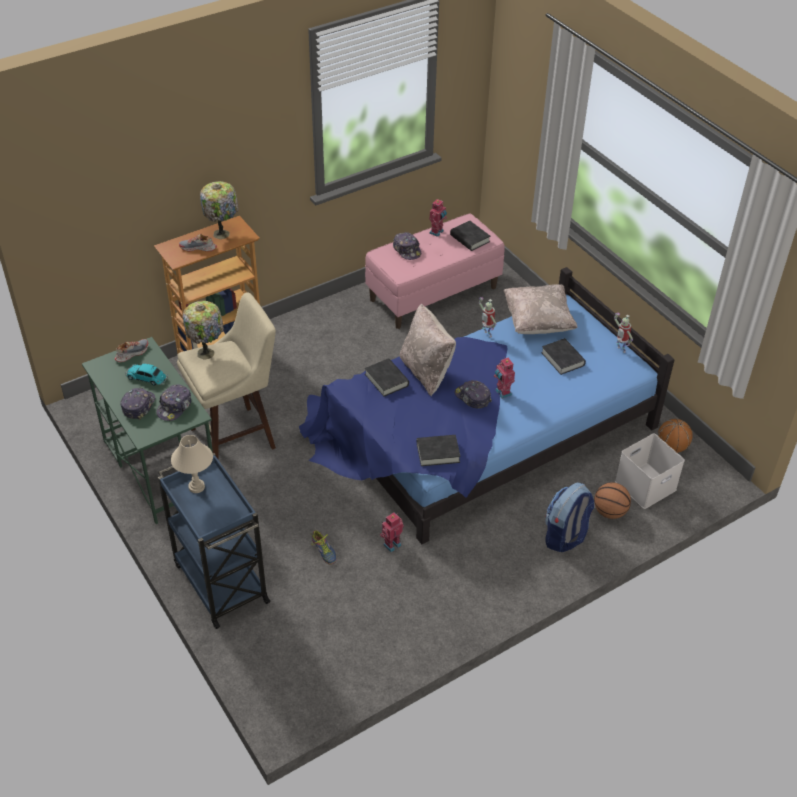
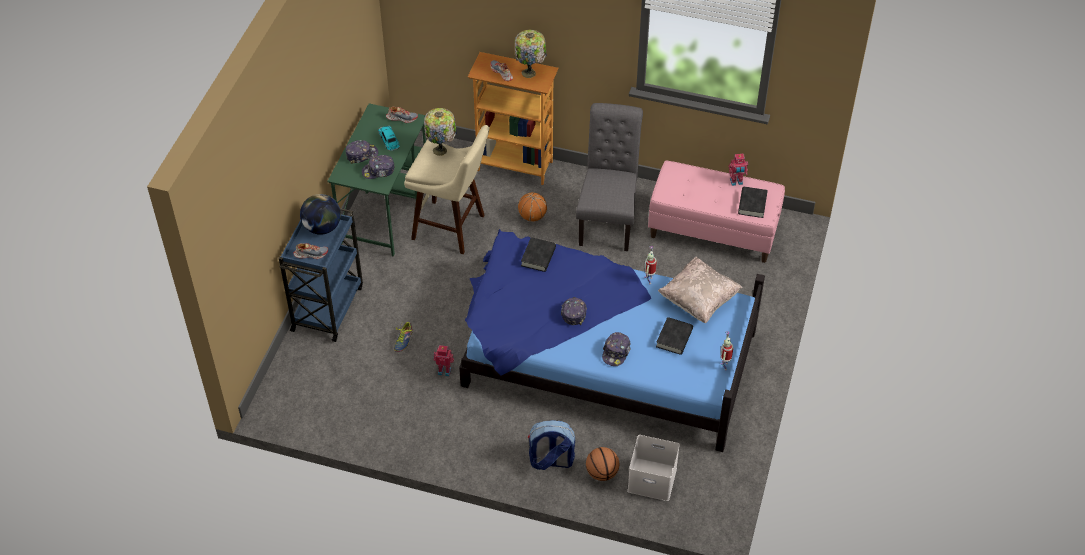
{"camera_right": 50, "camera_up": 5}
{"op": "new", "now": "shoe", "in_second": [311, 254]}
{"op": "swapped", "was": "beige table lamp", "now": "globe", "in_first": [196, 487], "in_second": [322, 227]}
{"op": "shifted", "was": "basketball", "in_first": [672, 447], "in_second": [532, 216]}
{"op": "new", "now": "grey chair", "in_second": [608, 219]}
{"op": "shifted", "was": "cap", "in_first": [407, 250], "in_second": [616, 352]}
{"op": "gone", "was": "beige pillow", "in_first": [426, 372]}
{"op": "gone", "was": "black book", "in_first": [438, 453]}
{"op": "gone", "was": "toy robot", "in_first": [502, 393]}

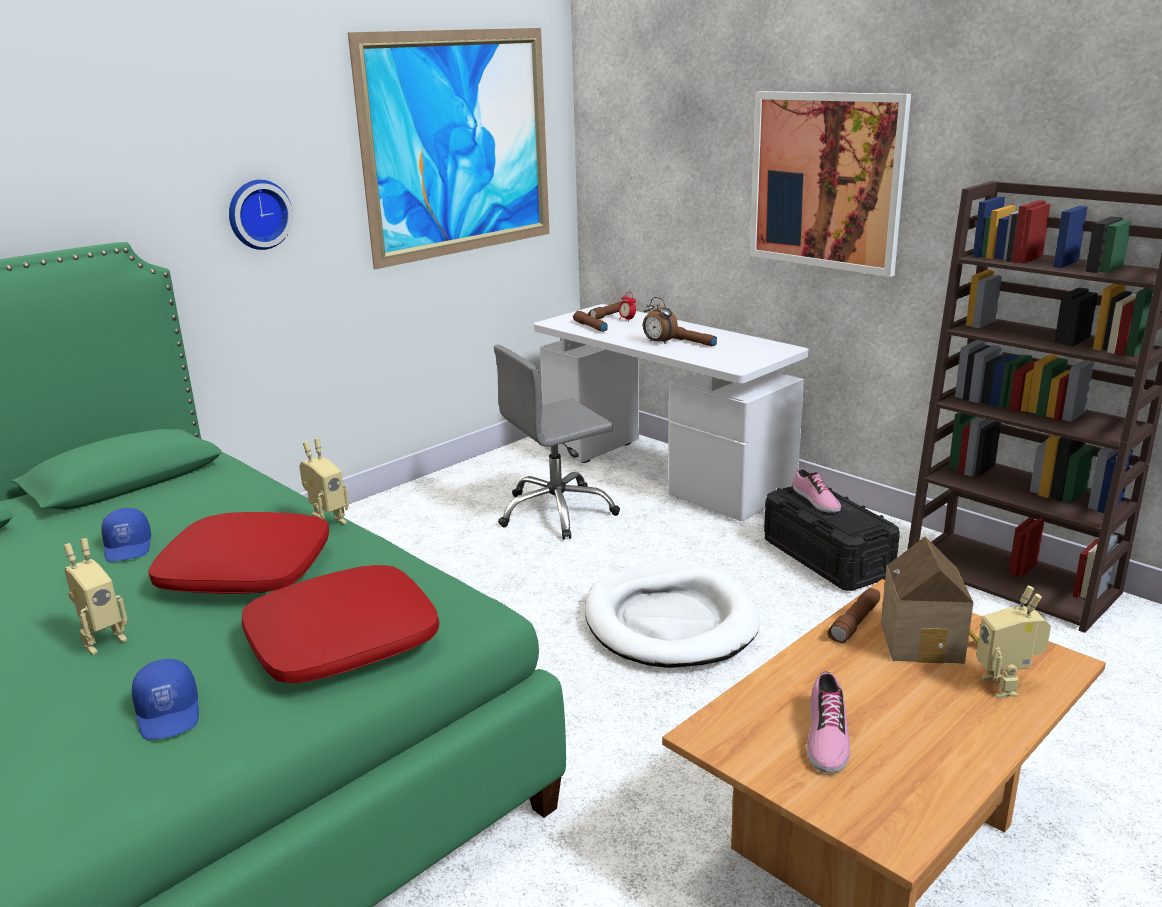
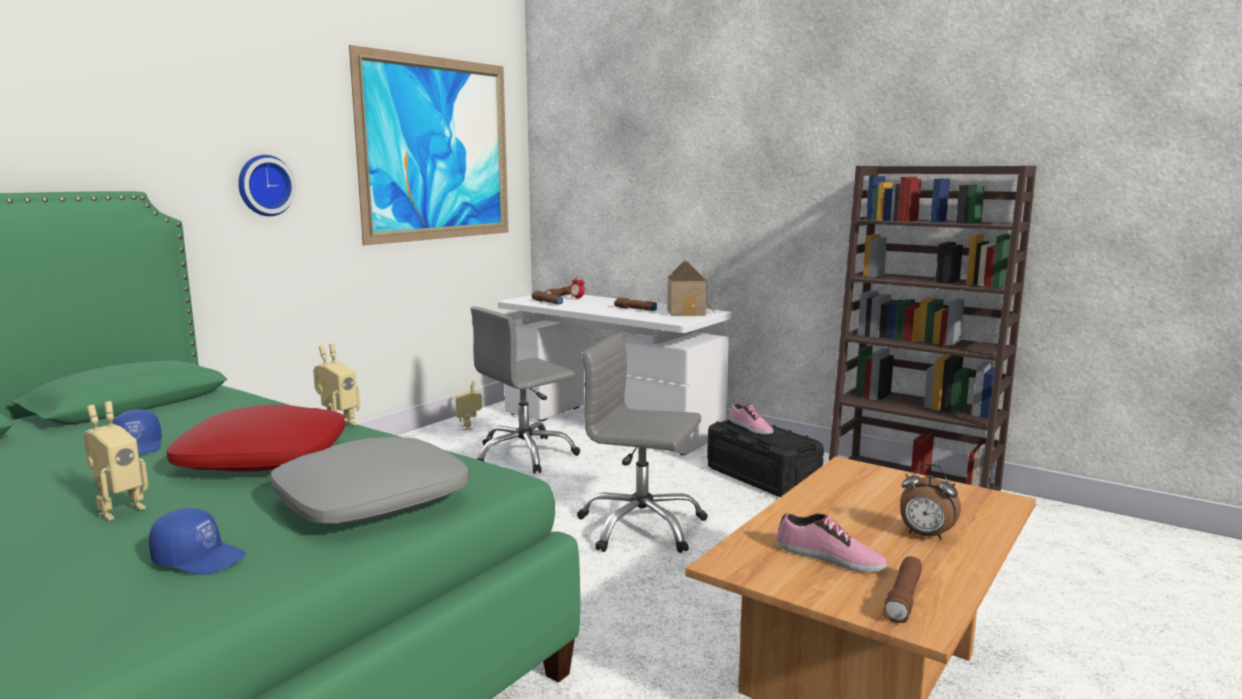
{"camera_right": -10, "camera_up": -10}
{"op": "rotated", "was": "blue cap", "in_first": [170, 713], "in_second": [200, 558], "clockwise": -45}
{"op": "repainted", "was": "red pillow", "now": "grey pillow", "in_first": [343, 641], "in_second": [372, 500]}
{"op": "shifted", "was": "toy robot", "in_first": [1005, 686], "in_second": [470, 427]}
{"op": "swapped", "was": "white dog bed", "now": "grey office chair", "in_first": [669, 622], "in_second": [641, 527]}
{"op": "shifted", "was": "toy house", "in_first": [926, 642], "in_second": [688, 312]}
{"op": "rotated", "was": "shoe", "in_first": [825, 735], "in_second": [829, 558], "clockwise": -60}
{"op": "shifted", "was": "brown flashlight", "in_first": [855, 624], "in_second": [904, 599]}
{"op": "shifted", "was": "alarm clock", "in_first": [658, 342], "in_second": [925, 536]}
{"op": "gone", "was": "picture", "in_first": [825, 181]}

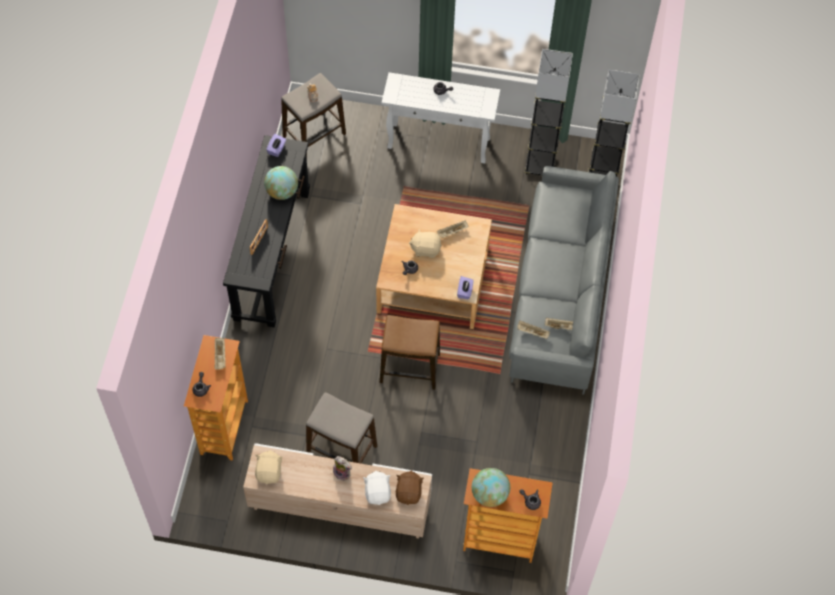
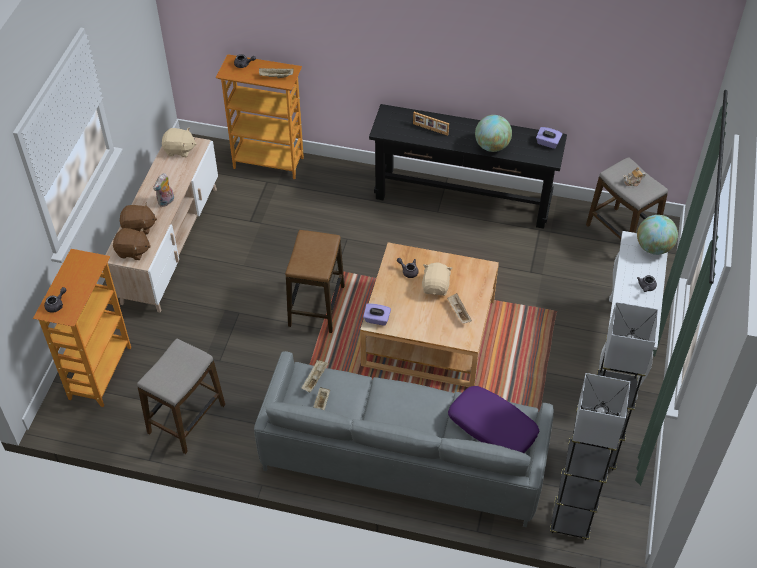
{"camera_right": 95, "camera_up": -10}
{"op": "repainted", "was": "white plush toy", "now": "brown plush toy", "in_first": [378, 492], "in_second": [139, 227]}
{"op": "shifted", "was": "stool", "in_first": [342, 450], "in_second": [187, 419]}
{"op": "new", "now": "purple pillow", "in_second": [492, 428]}
{"op": "shifted", "was": "globe", "in_first": [489, 494], "in_second": [653, 247]}

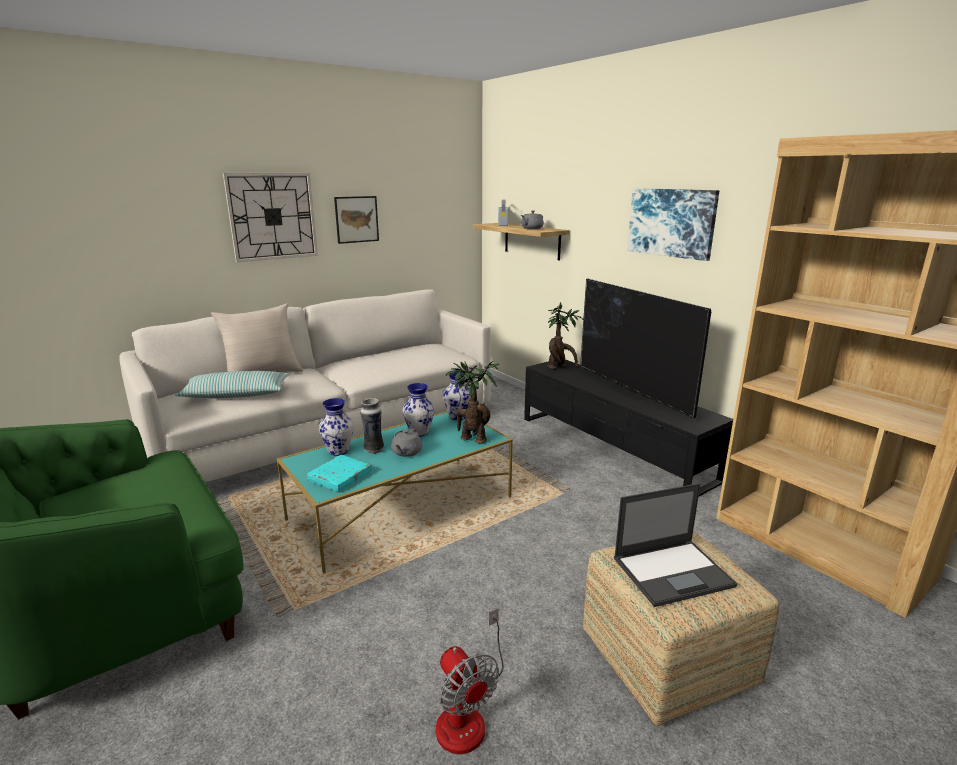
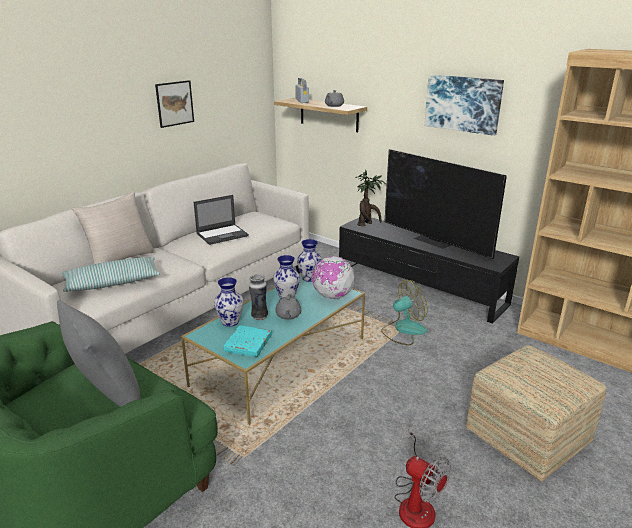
{"camera_right": -15, "camera_up": 5}
{"op": "new", "now": "grey pillow", "in_second": [107, 397]}
{"op": "shifted", "was": "laptop", "in_first": [673, 571], "in_second": [223, 234]}
{"op": "swapped", "was": "potted plant", "now": "globe", "in_first": [471, 438], "in_second": [332, 296]}
{"op": "new", "now": "fan", "in_second": [403, 330]}
{"op": "gone", "was": "wall clock", "in_first": [272, 216]}

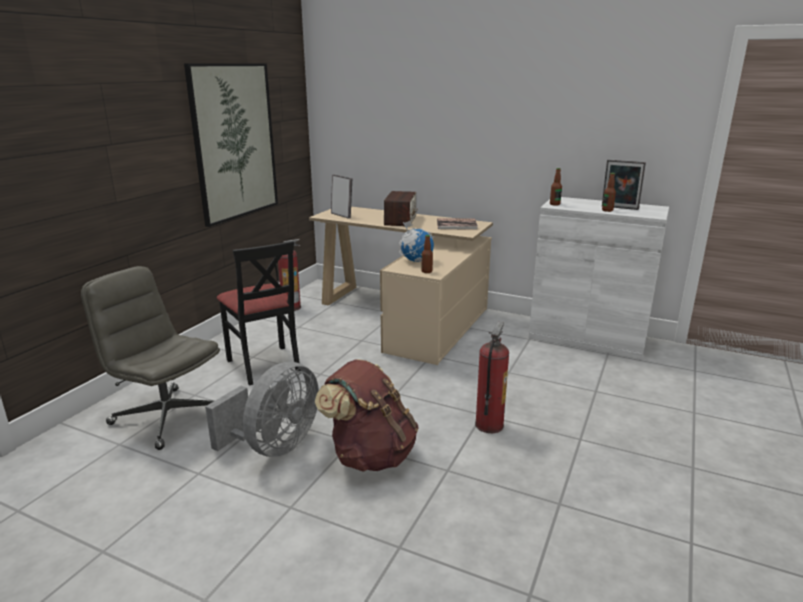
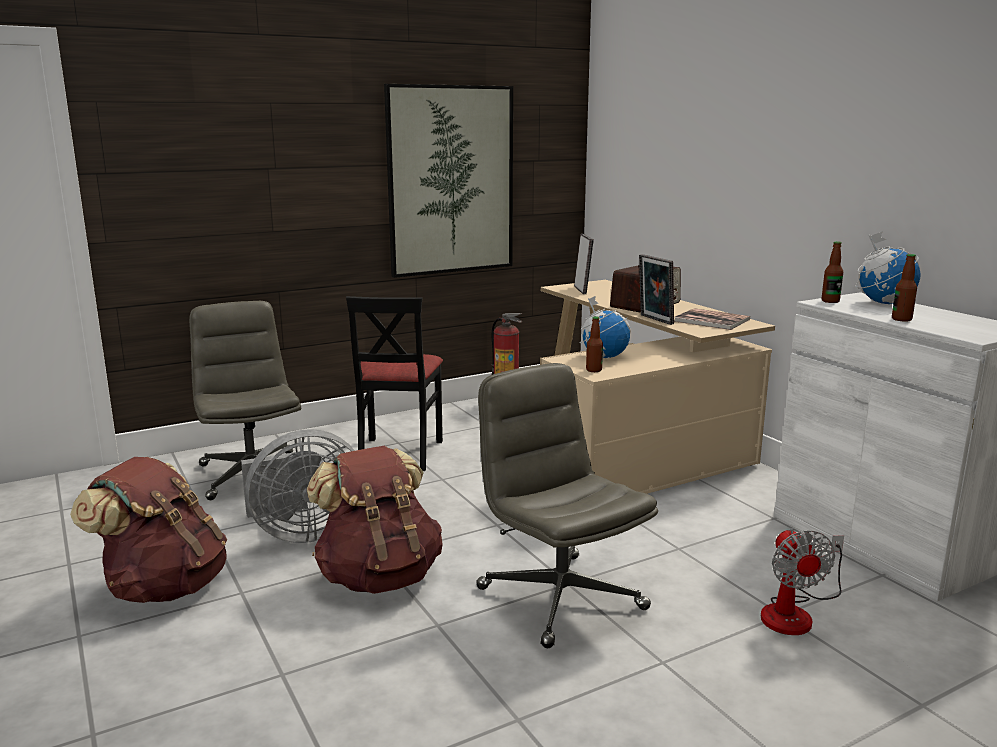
{"camera_right": 35, "camera_up": -5}
{"op": "new", "now": "brown backpack", "in_second": [164, 587]}
{"op": "swapped", "was": "fire extinguisher", "now": "grey office chair", "in_first": [489, 424], "in_second": [559, 597]}
{"op": "shifted", "was": "picture frame", "in_first": [619, 208], "in_second": [654, 320]}
{"op": "new", "now": "fan", "in_second": [795, 613]}
{"op": "new", "now": "globe", "in_second": [884, 303]}

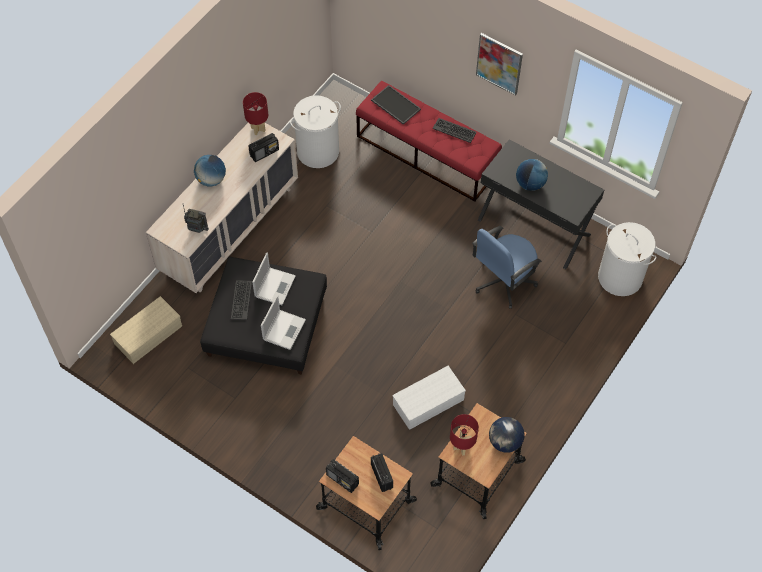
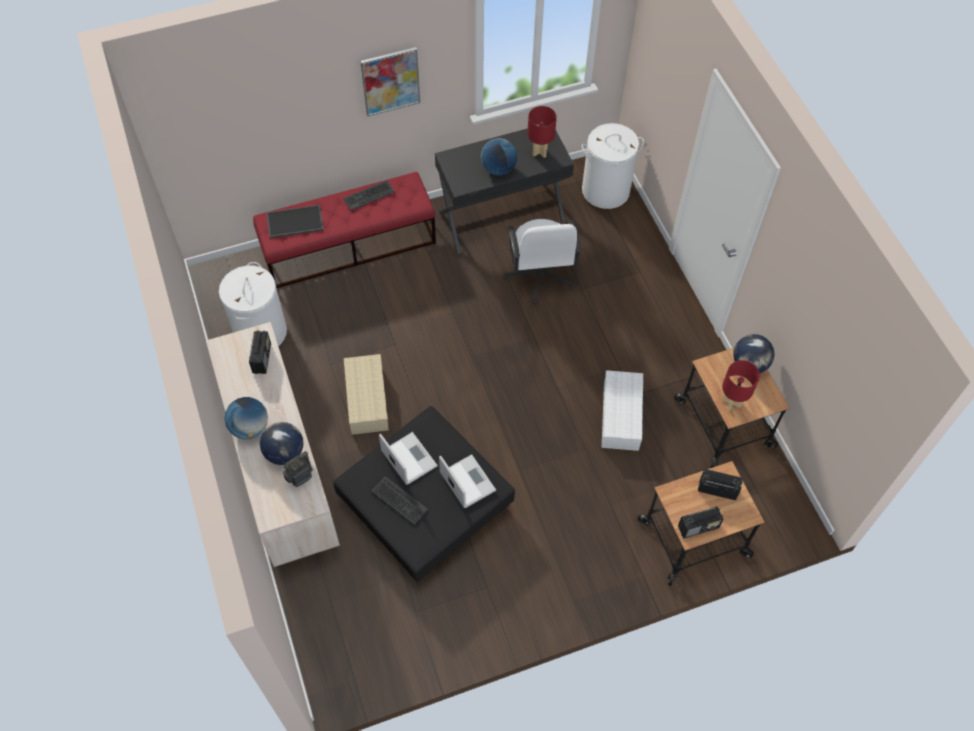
{"camera_right": -55, "camera_up": 0}
{"op": "new", "now": "globe", "in_second": [285, 452]}
{"op": "shifted", "was": "beige storage box", "in_first": [148, 334], "in_second": [366, 399]}
{"op": "repainted", "was": "blue office chair", "now": "white office chair", "in_first": [503, 281], "in_second": [539, 276]}
{"op": "shifted", "was": "red table lamp", "in_first": [258, 129], "in_second": [539, 152]}

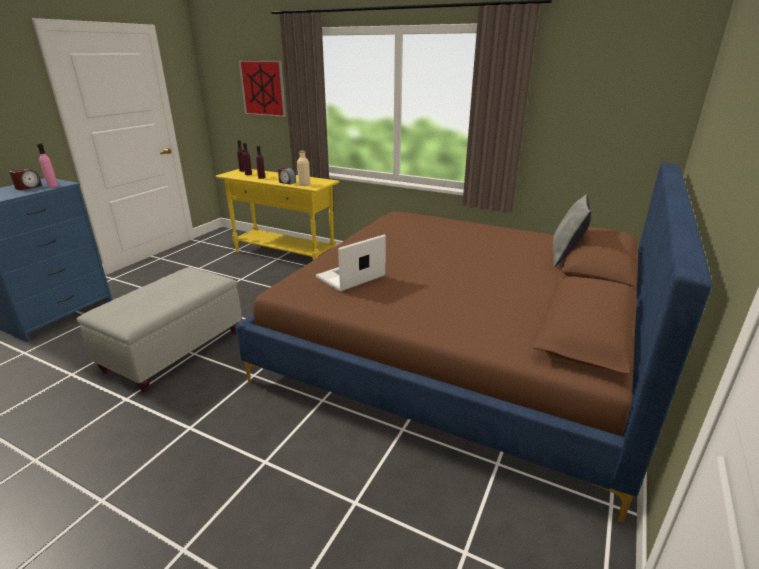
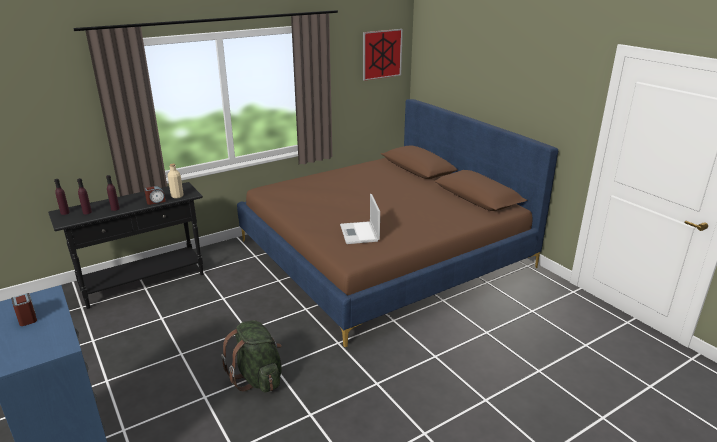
{"camera_right": -60, "camera_up": 0}
{"op": "repainted", "was": "yellow console table", "now": "black console table", "in_first": [284, 255], "in_second": [144, 282]}
{"op": "swapped", "was": "grey ottoman", "now": "green backpack", "in_first": [175, 350], "in_second": [258, 378]}
{"op": "shifted", "was": "picture", "in_first": [263, 88], "in_second": [382, 54]}
{"op": "gone", "was": "pink bottle", "in_first": [52, 186]}
{"op": "gone", "was": "grey pillow", "in_first": [565, 257]}

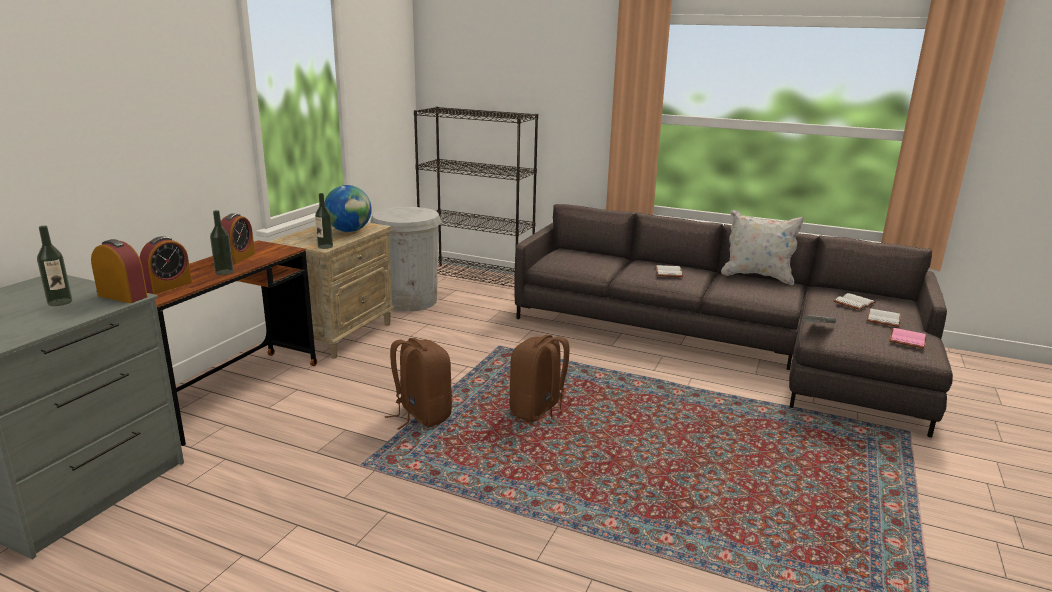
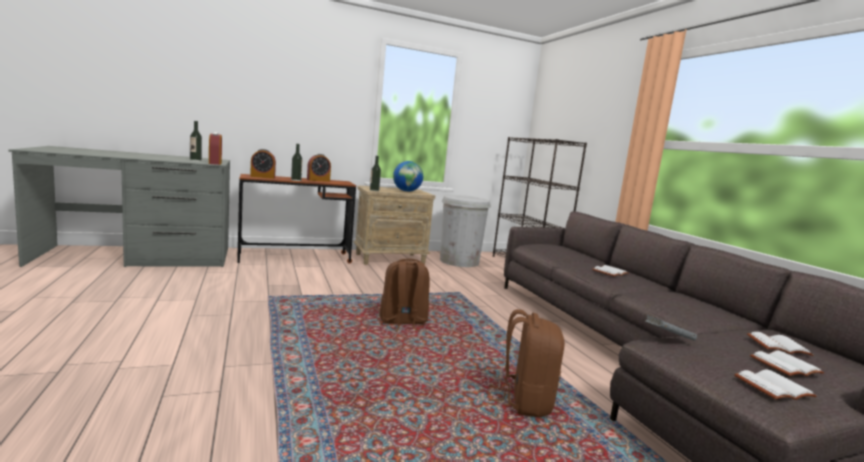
{"camera_right": 45, "camera_up": -10}
{"op": "shifted", "was": "brown backpack", "in_first": [421, 415], "in_second": [524, 401]}
{"op": "repainted", "was": "pink book", "now": "white book", "in_first": [906, 339], "in_second": [772, 386]}
{"op": "gone", "was": "white pillow", "in_first": [757, 276]}

